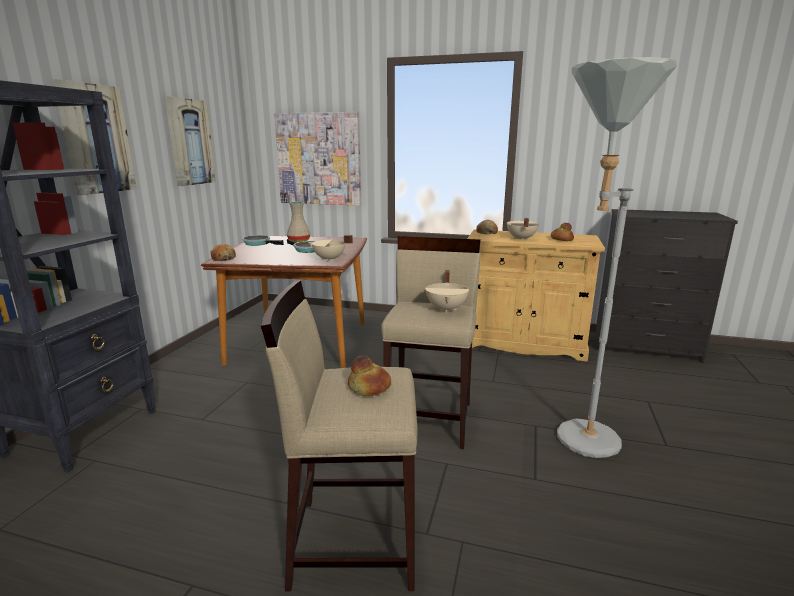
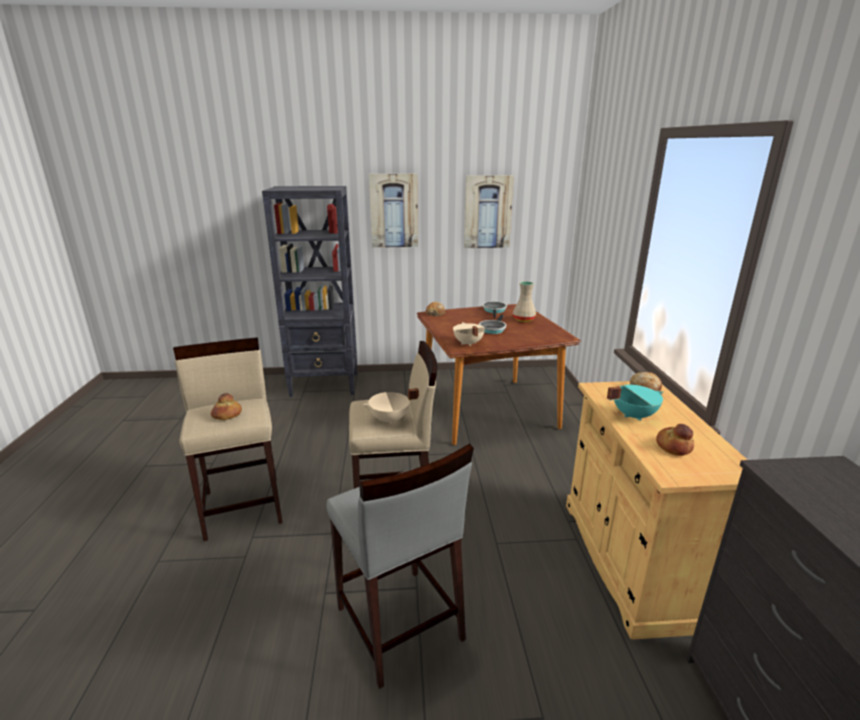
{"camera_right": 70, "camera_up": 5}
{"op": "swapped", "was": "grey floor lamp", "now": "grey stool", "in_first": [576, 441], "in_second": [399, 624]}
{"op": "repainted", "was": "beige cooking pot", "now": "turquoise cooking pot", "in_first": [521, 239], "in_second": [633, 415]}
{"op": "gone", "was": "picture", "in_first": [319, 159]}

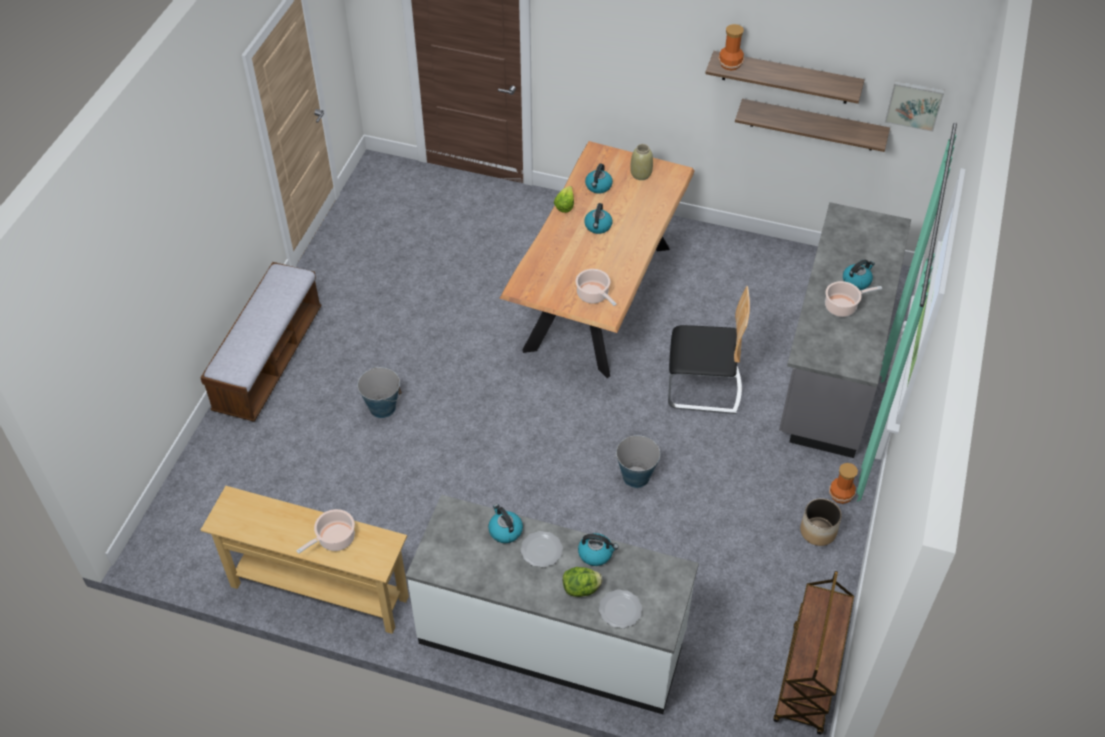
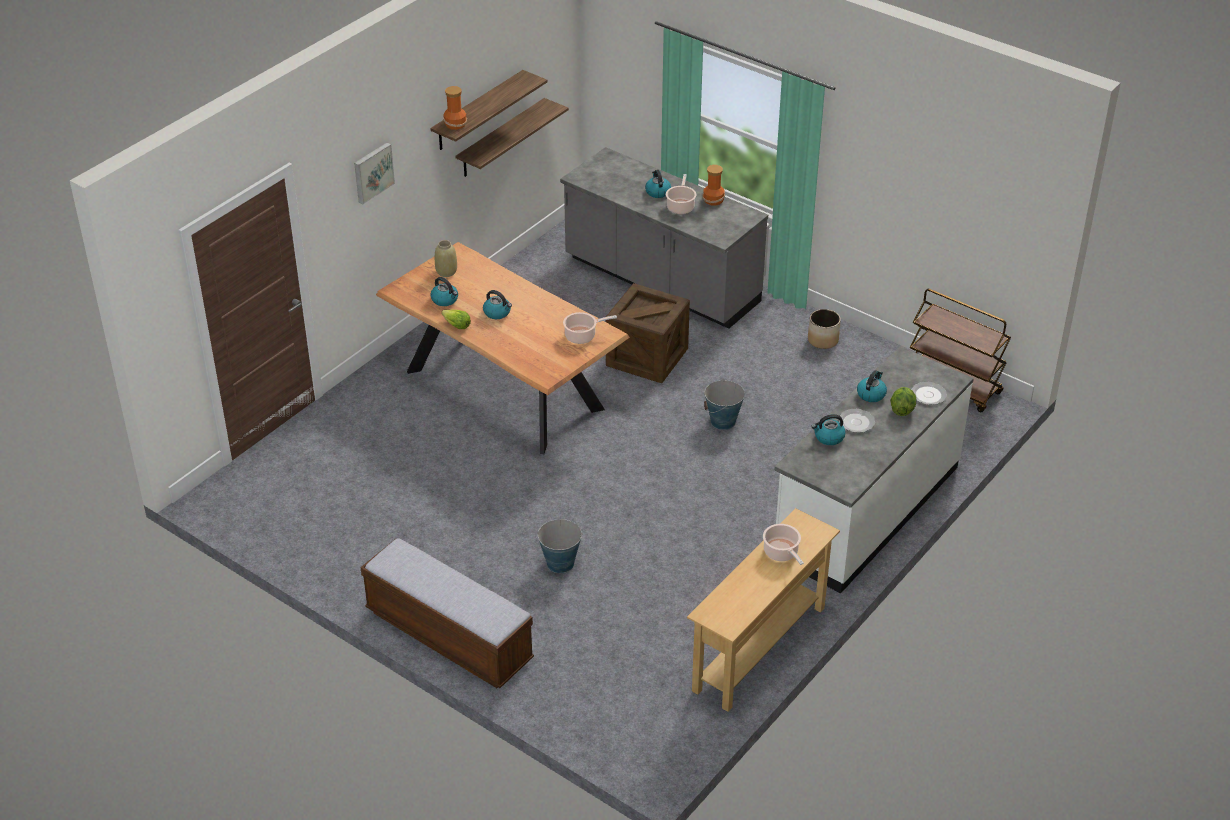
{"camera_right": -70, "camera_up": -10}
{"op": "shifted", "was": "picture", "in_first": [914, 104], "in_second": [372, 172]}
{"op": "swapped", "was": "chair", "now": "crate", "in_first": [703, 388], "in_second": [647, 357]}
{"op": "shifted", "was": "vase", "in_first": [841, 495], "in_second": [714, 200]}

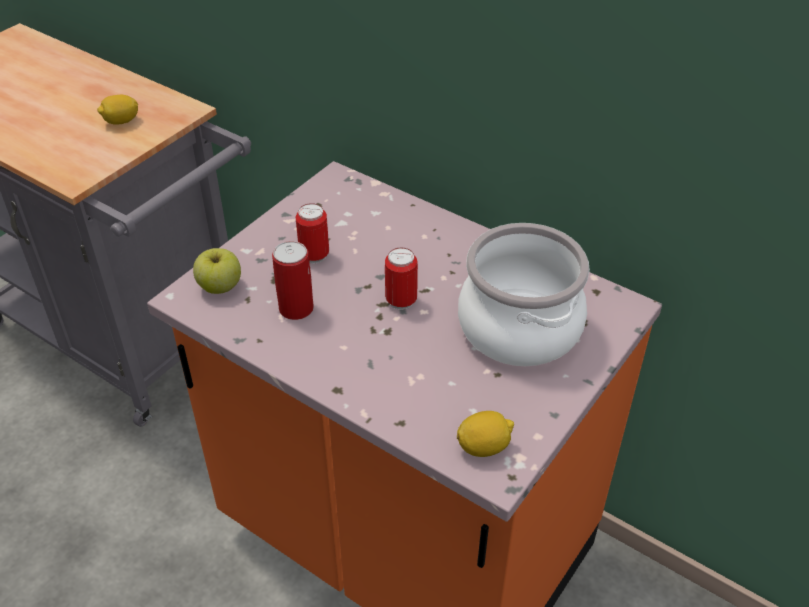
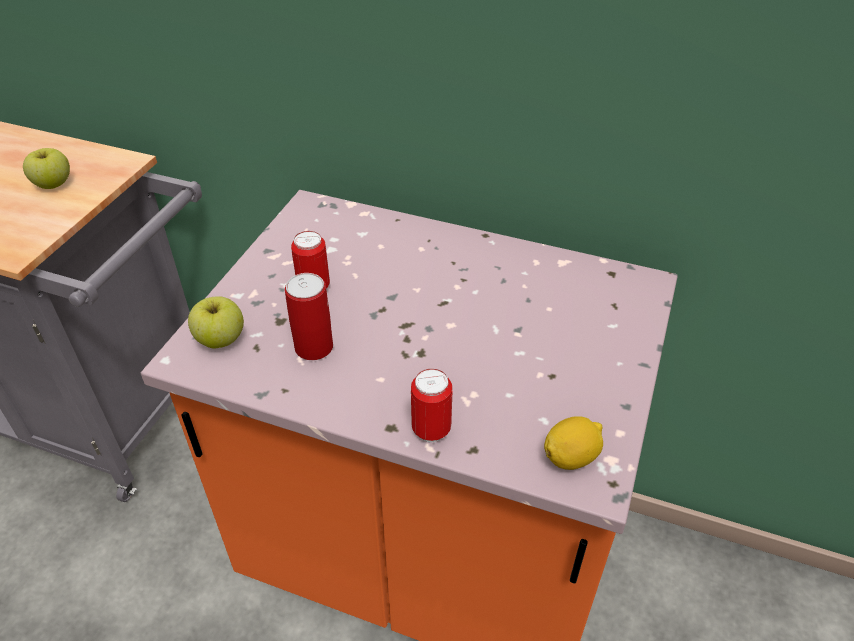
{"camera_right": -15, "camera_up": 0}
{"op": "swapped", "was": "lemon", "now": "apple", "in_first": [121, 122], "in_second": [53, 184]}
{"op": "shifted", "was": "can", "in_first": [401, 301], "in_second": [431, 430]}
{"op": "gone", "was": "cooking pot", "in_first": [518, 328]}

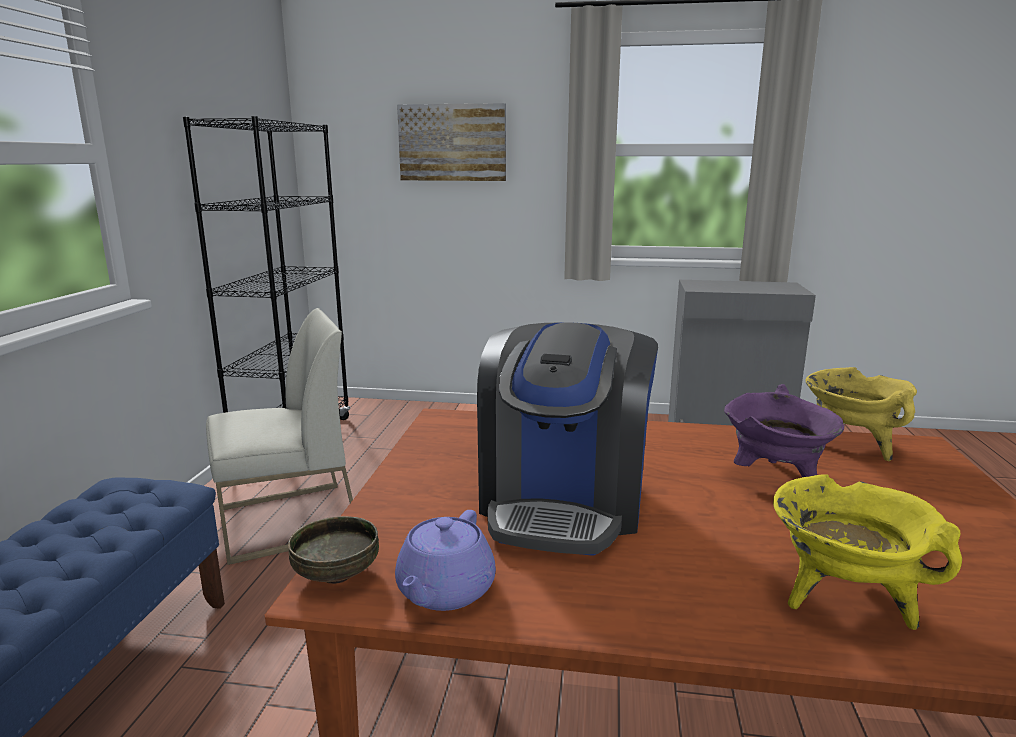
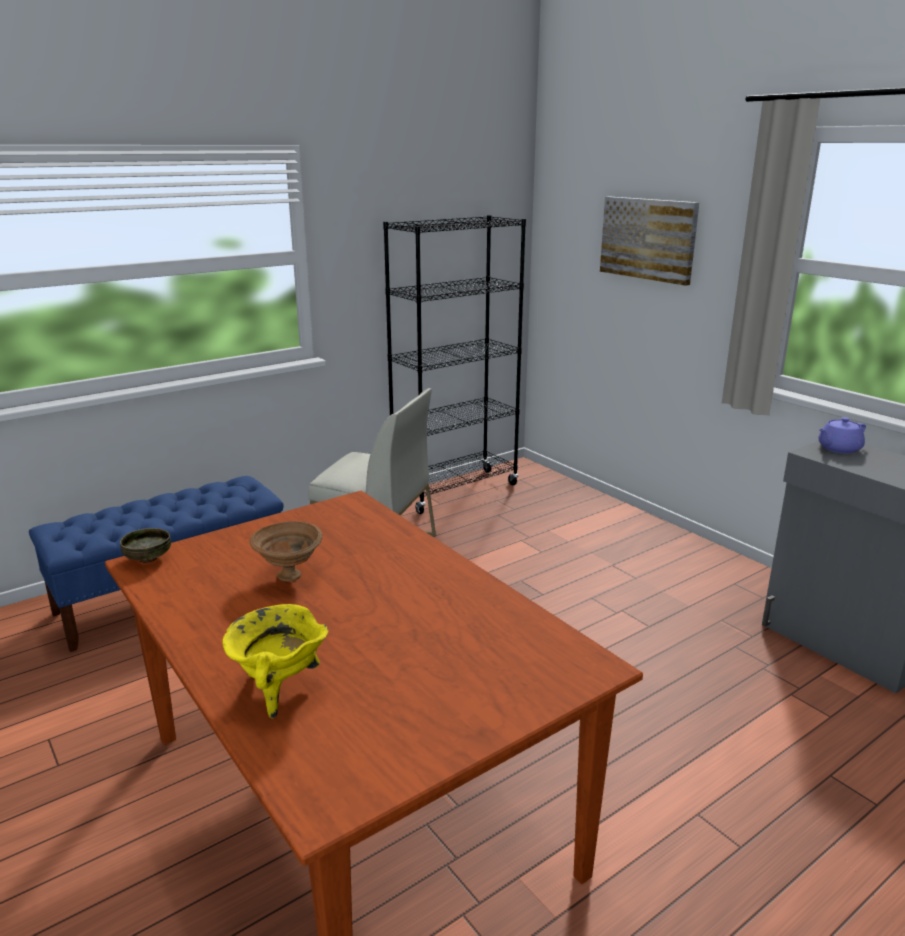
{"camera_right": 45, "camera_up": 5}
{"op": "swapped", "was": "coffee machine", "now": "brown bowl", "in_first": [563, 502], "in_second": [290, 576]}
{"op": "shifted", "was": "purple teapot", "in_first": [444, 591], "in_second": [838, 449]}
{"op": "gone", "was": "purple cooking pot", "in_first": [776, 481]}
{"op": "gone", "was": "yellow cooking pot", "in_first": [851, 445]}

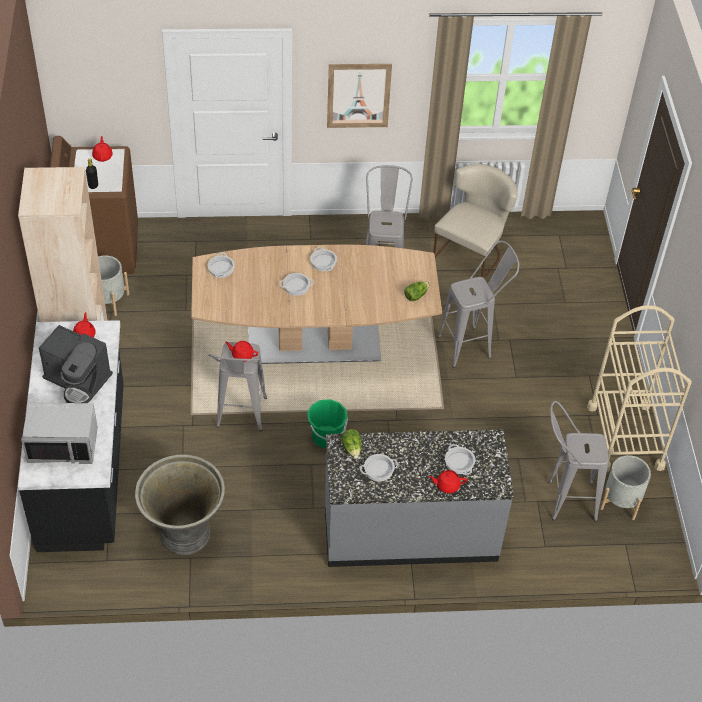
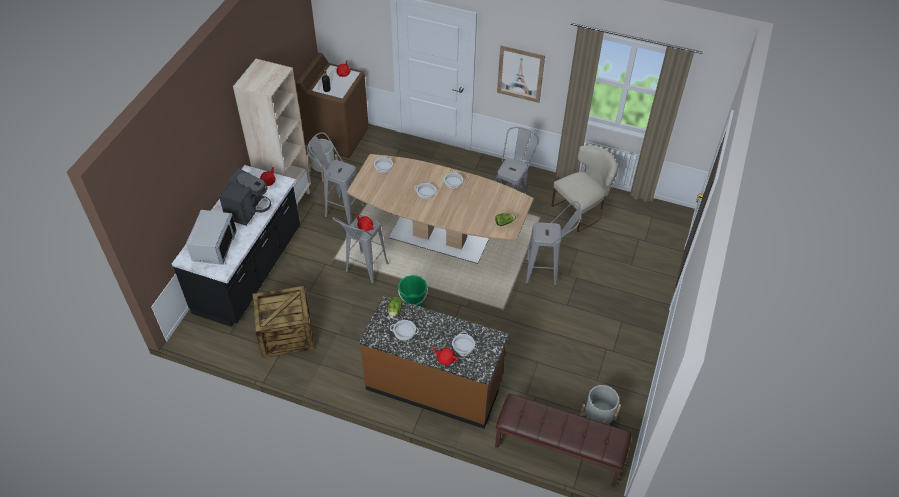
{"camera_right": 25, "camera_up": 0}
{"op": "rotated", "was": "grey microwave", "in_first": [63, 444], "in_second": [214, 246], "clockwise": -105}
{"op": "rotated", "was": "coffee machine", "in_first": [78, 380], "in_second": [247, 209], "clockwise": -120}
{"op": "swapped", "was": "grey planter", "now": "crate", "in_first": [184, 533], "in_second": [286, 334]}
{"op": "shifted", "was": "grey stool", "in_first": [562, 501], "in_second": [339, 209]}
{"op": "repainted", "was": "grey counter", "now": "brown counter", "in_first": [410, 531], "in_second": [434, 385]}
{"op": "new", "now": "brown bench", "in_second": [558, 451]}
{"op": "gone", "was": "beige cart", "in_first": [625, 437]}

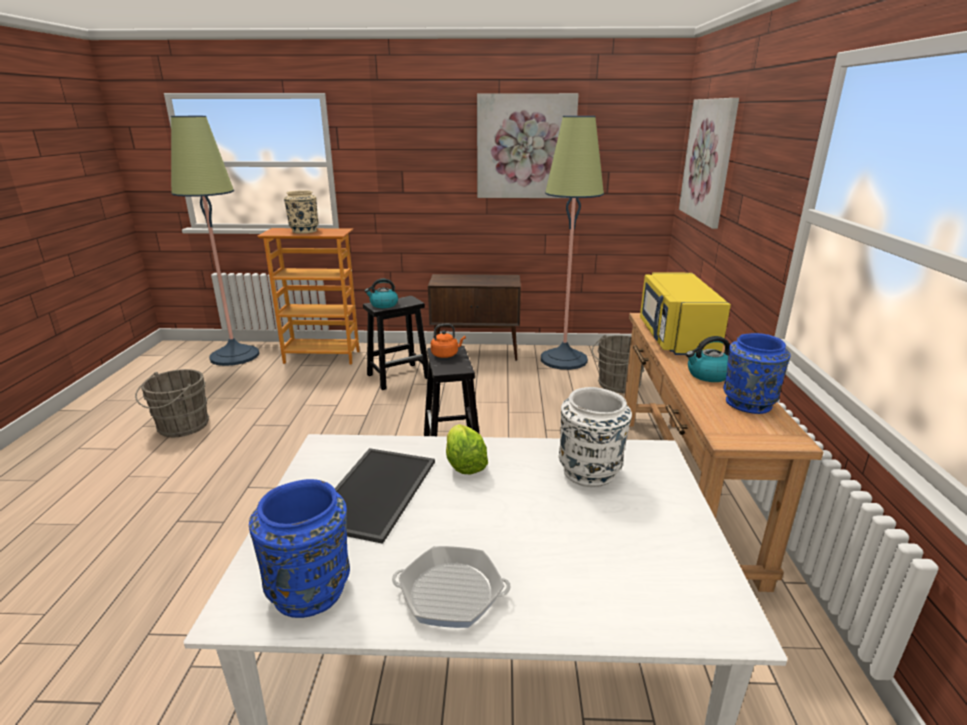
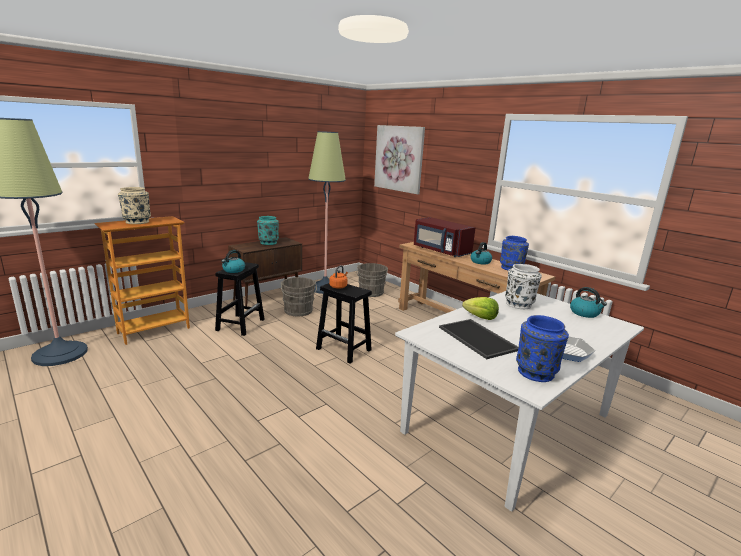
{"camera_right": -45, "camera_up": -5}
{"op": "new", "now": "turquoise vase", "in_second": [268, 243]}
{"op": "shifted", "was": "grey bucket", "in_first": [180, 427], "in_second": [298, 311]}
{"op": "repainted", "was": "yellow microwave", "now": "red microwave", "in_first": [675, 338], "in_second": [440, 251]}
{"op": "new", "now": "kettle", "in_second": [585, 313]}
{"op": "gone", "was": "picture", "in_first": [525, 147]}

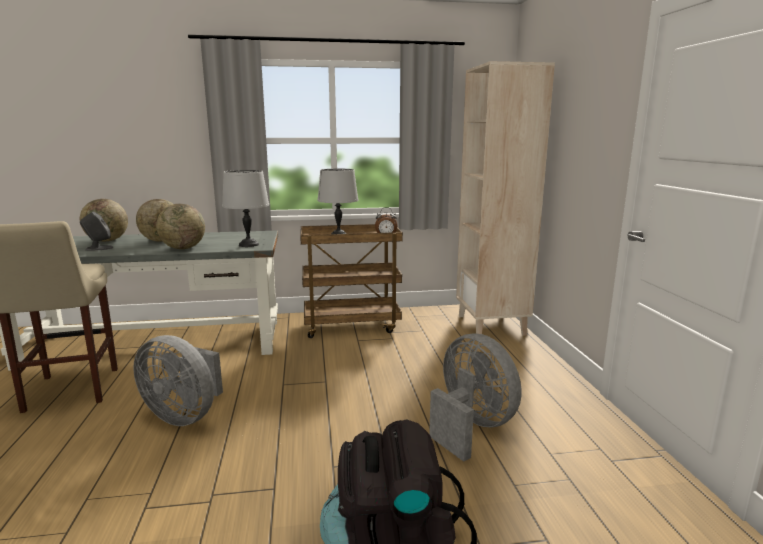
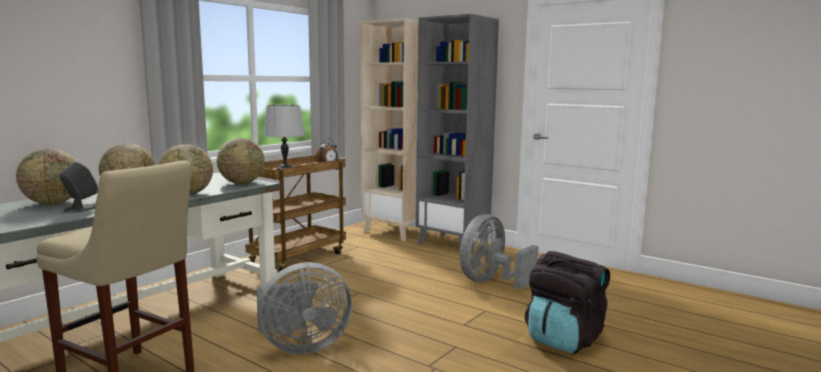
{"camera_right": -45, "camera_up": -5}
{"op": "swapped", "was": "grey table lamp", "now": "globe", "in_first": [249, 244], "in_second": [242, 183]}
{"op": "new", "now": "grey bookcase", "in_second": [453, 244]}
{"op": "rotated", "was": "grey fan", "in_first": [471, 426], "in_second": [491, 281], "clockwise": -60}

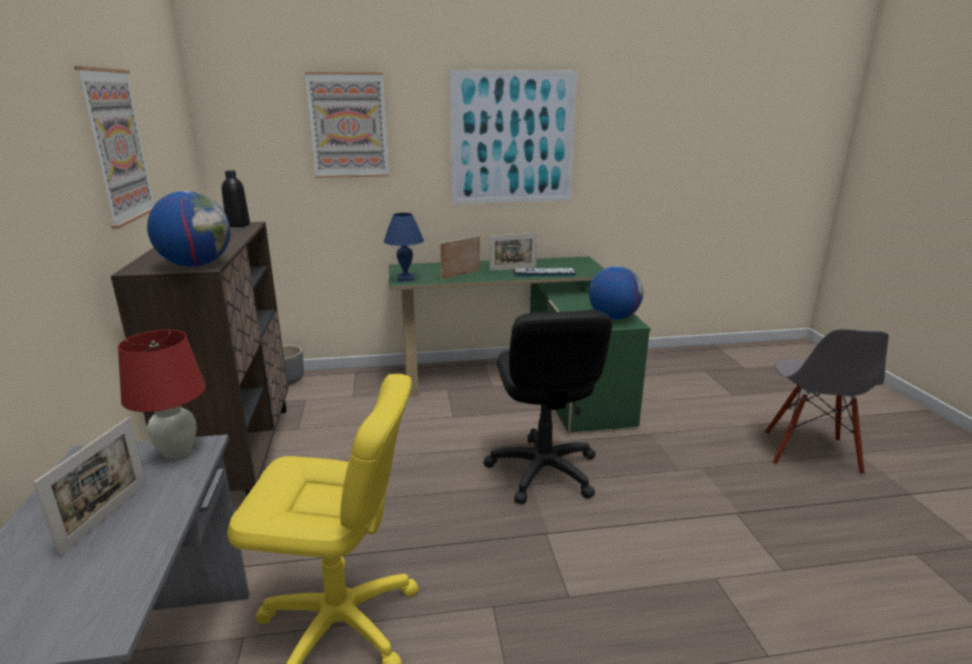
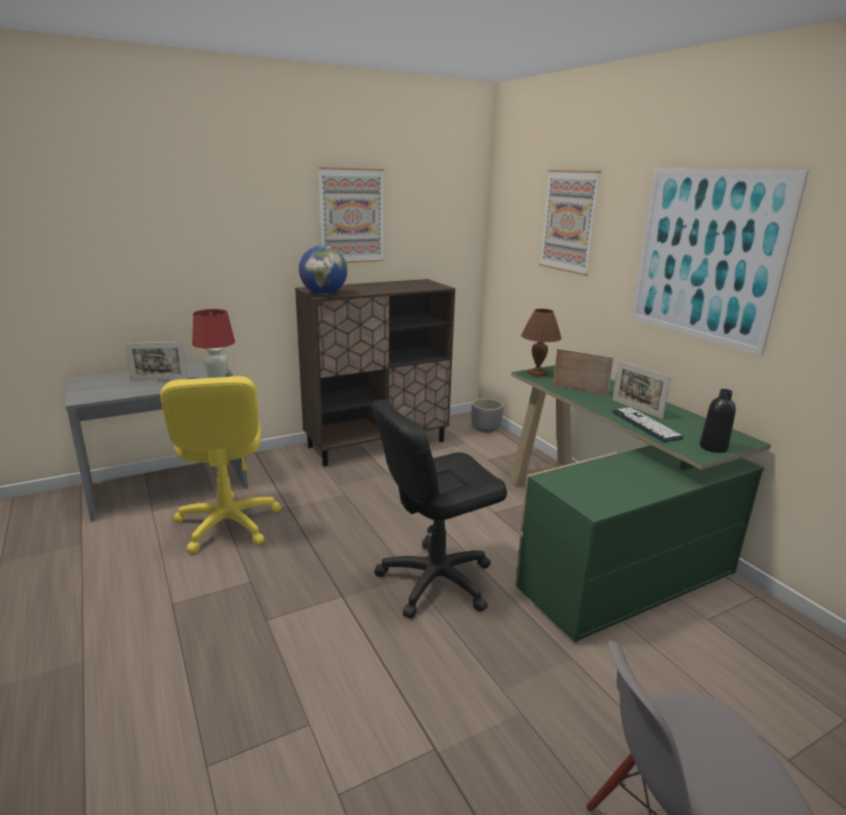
{"camera_right": 70, "camera_up": 0}
{"op": "repainted", "was": "blue table lamp", "now": "brown table lamp", "in_first": [406, 278], "in_second": [538, 374]}
{"op": "shifted", "was": "black bottle", "in_first": [238, 225], "in_second": [713, 447]}
{"op": "gone", "was": "globe", "in_first": [613, 317]}

